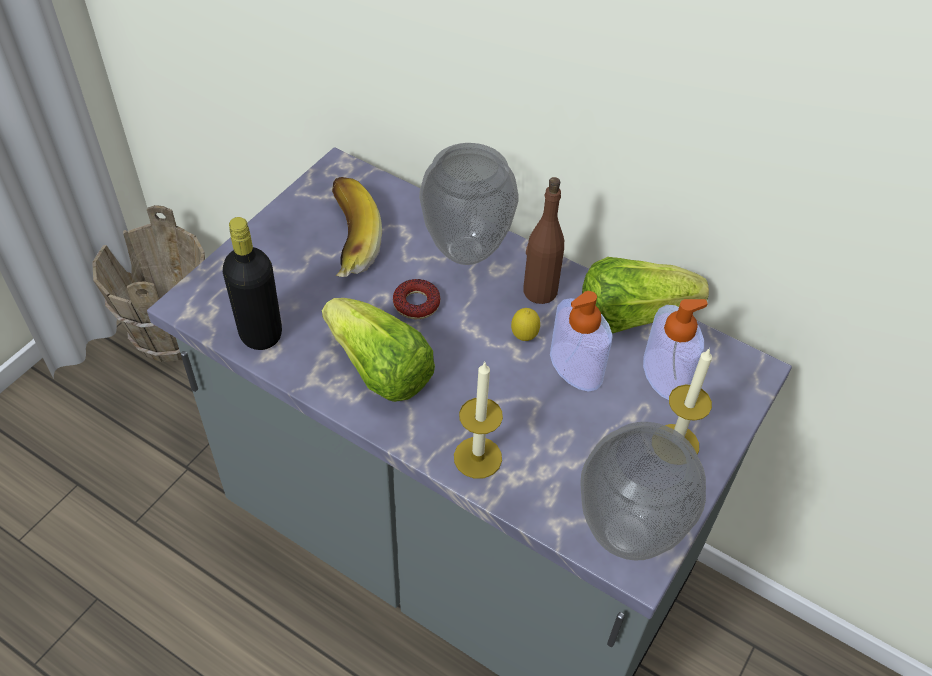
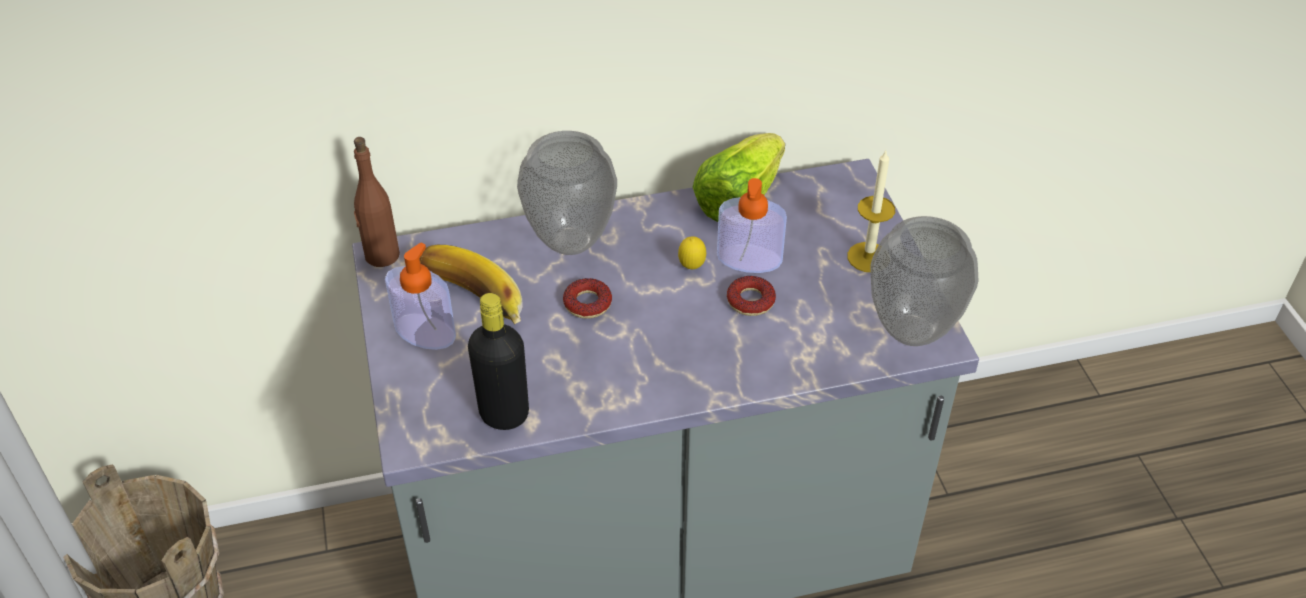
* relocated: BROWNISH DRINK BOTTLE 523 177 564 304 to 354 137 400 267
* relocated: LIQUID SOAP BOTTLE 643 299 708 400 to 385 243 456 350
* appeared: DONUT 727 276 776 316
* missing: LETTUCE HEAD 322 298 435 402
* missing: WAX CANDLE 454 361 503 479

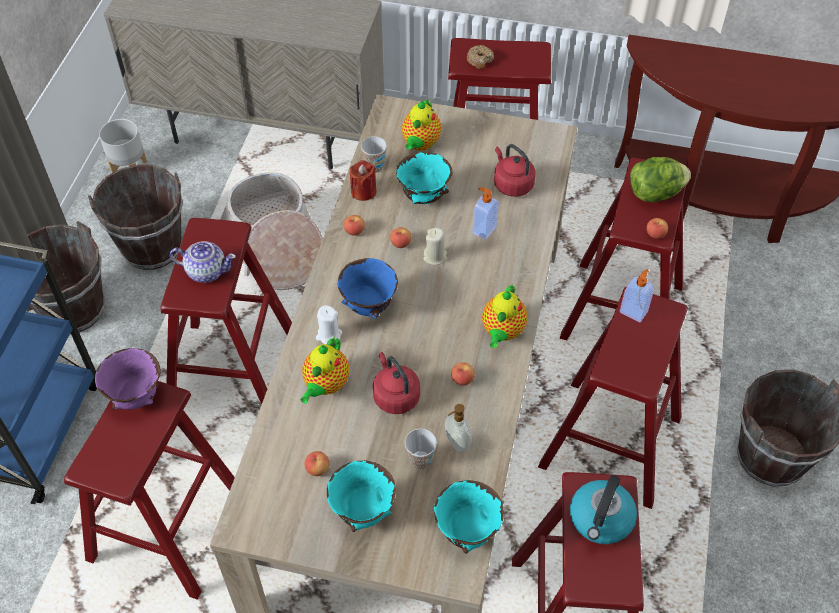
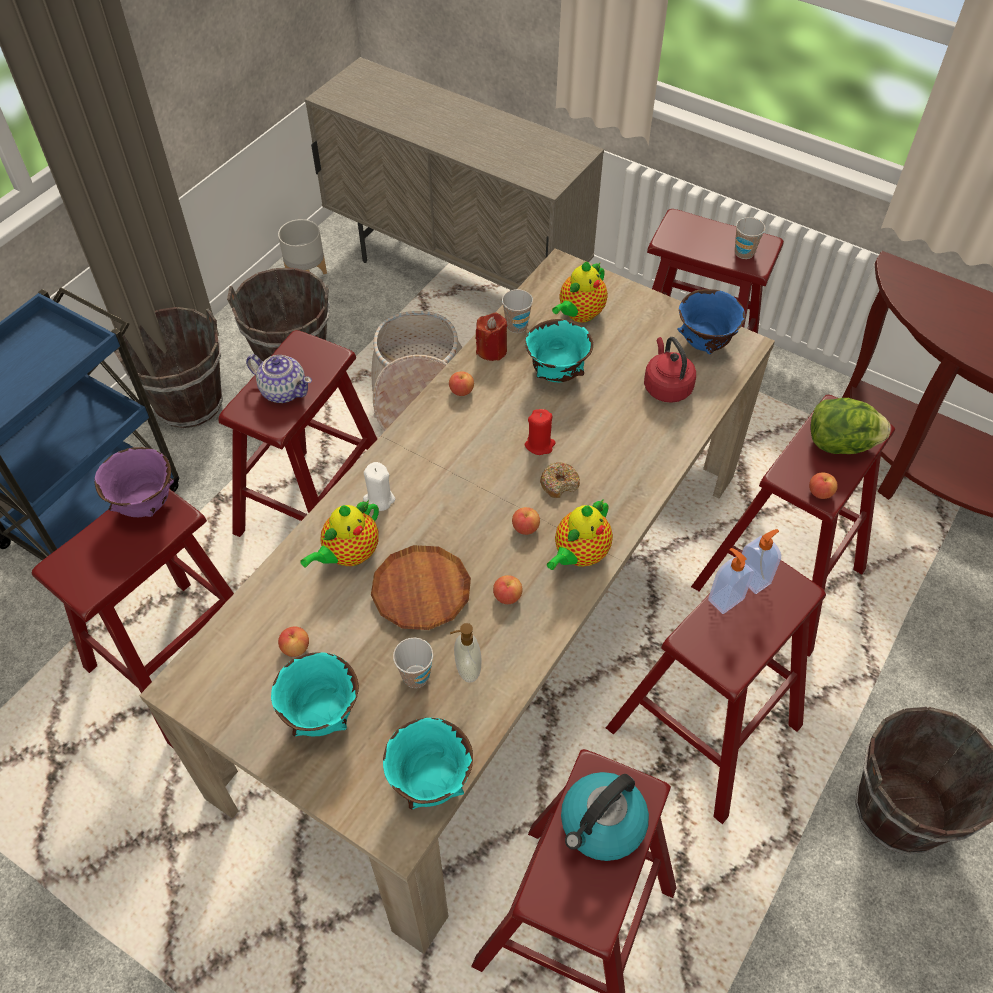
* exchanged: REDDISH KETTLE 373 352 420 414 to BROWNISH PLATE 371 545 471 630
* relocated: APPLE 390 227 412 248 to 512 507 540 535
* colour: BEIGE-COLOURED WAX CANDLE 424 227 447 265 to REDDISH WAX CANDLE 525 409 556 455
* relocated: DONUT 467 45 494 69 to 540 462 580 498
* relocated: BLUE-COLOURED BOWL 337 258 398 319 to 677 289 745 354
* relocated: LIQUID SOAP BOTTLE 472 188 499 240 to 708 548 754 614
* appeared: CUP 735 217 765 259

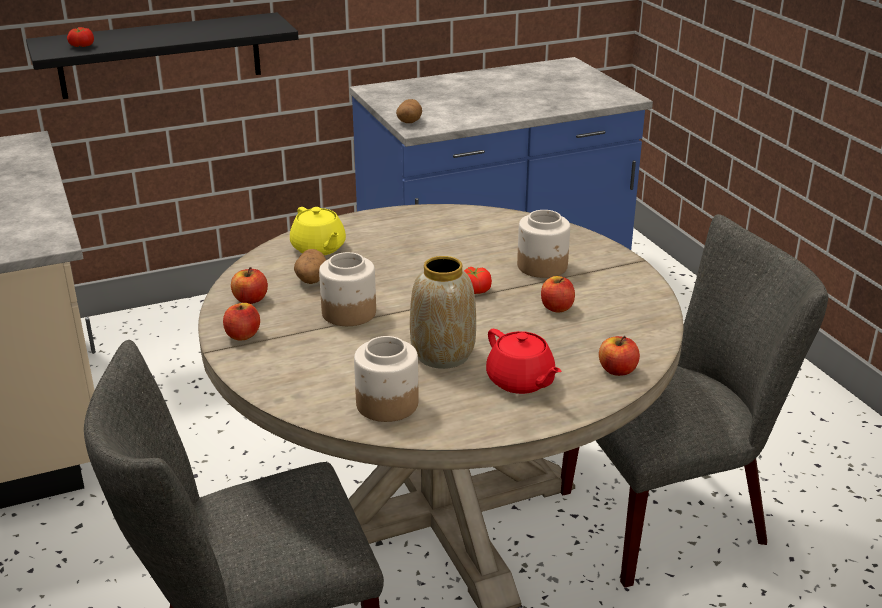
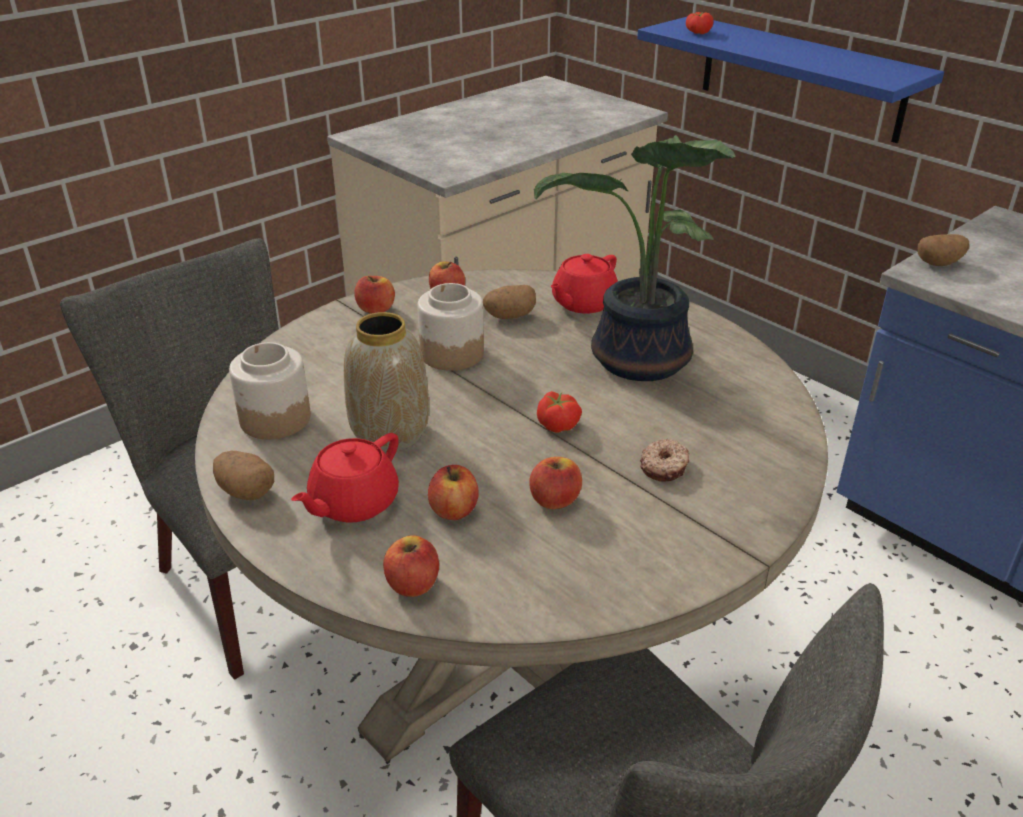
* appeared: POTATO 213 451 274 500
* appeared: APPLE 428 465 479 520
* appeared: POTTED PLANT 534 135 736 381
* colour: YELLOW TEA POT 290 207 346 255 to REDDISH TEA POT 550 254 618 314
* colour: BLACK SHELF 26 12 298 99 to BLUE-COLOURED SHELF 637 16 944 143
* exchanged: STORAGE JAR 517 210 570 278 to DONUT 640 439 689 482

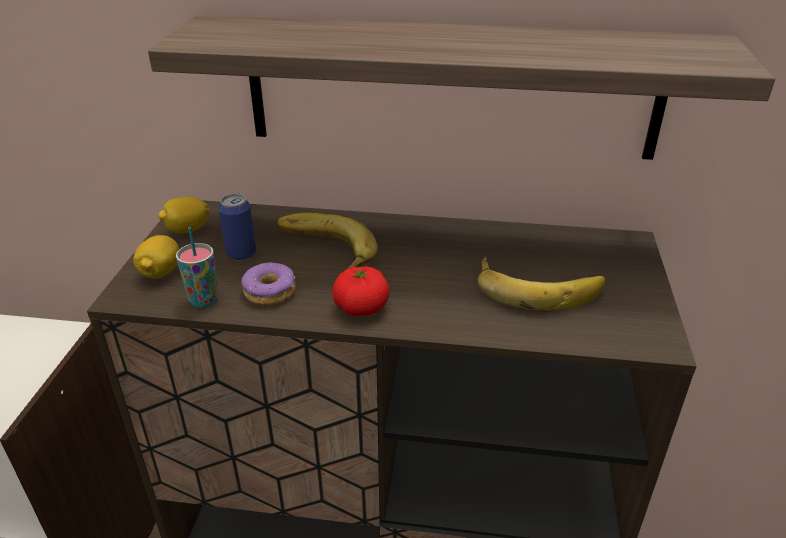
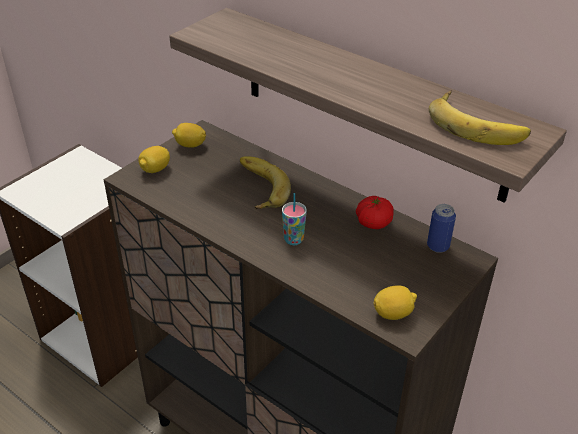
* relocated: CUP 176 227 218 308 to 282 193 307 245
* relocated: TOMATO 332 266 390 316 to 356 196 394 229
* appeared: LEMON 373 285 417 320
* relocated: CAN 219 193 256 261 to 427 204 456 253
* relocated: WHOLE BANANA 478 256 606 310 to 429 91 531 145
* missing: DONUT 241 262 296 305

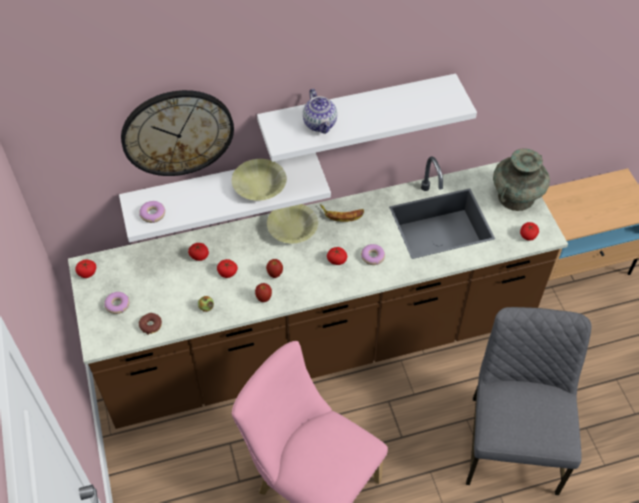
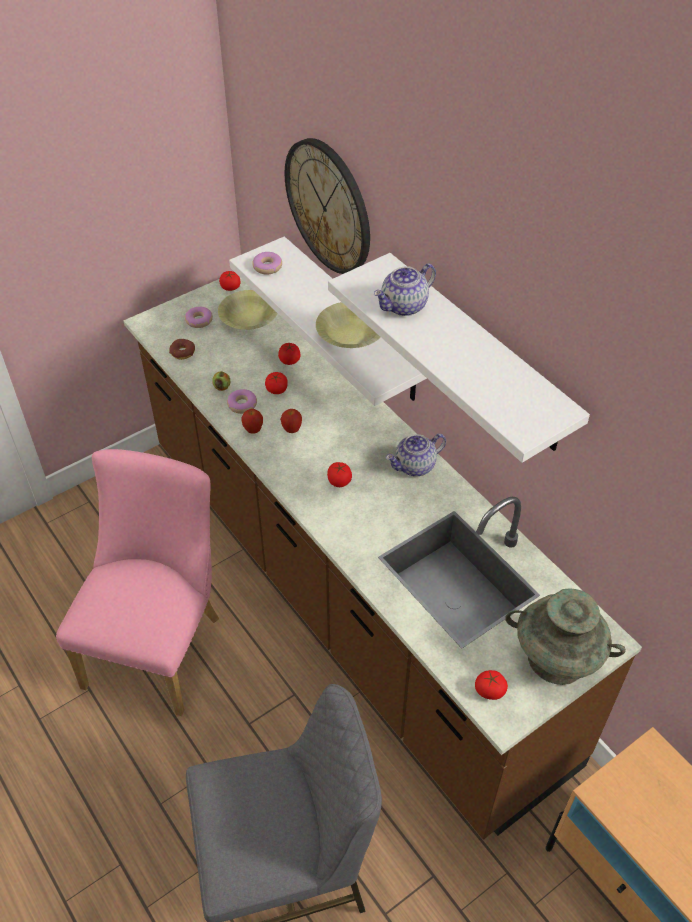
* relocated: YELLOW BOWL 267 204 318 243 to 218 290 278 330
* relocated: DONUT 361 244 385 265 to 227 389 257 414
* exchanged: WHOLE BANANA 320 204 364 222 to TEA POT 386 434 446 476

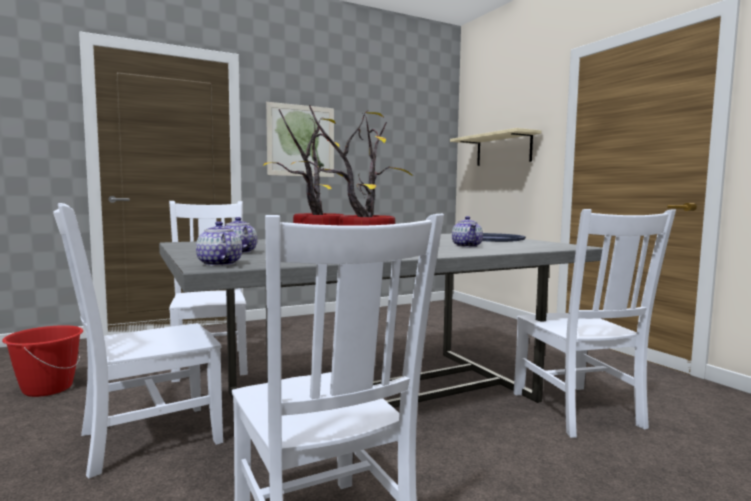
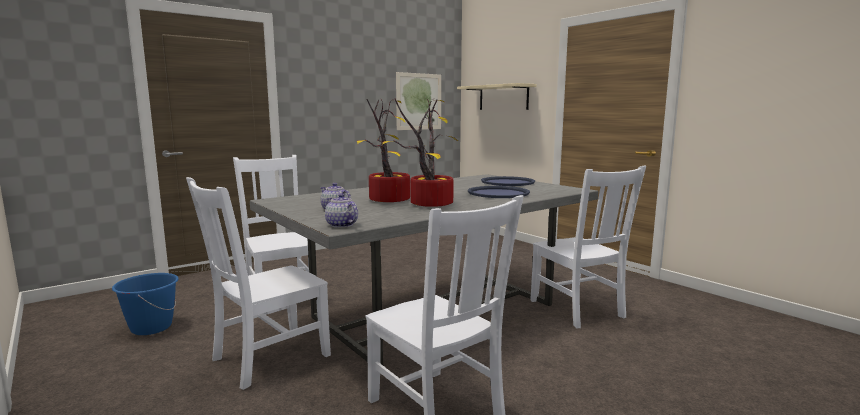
* colour: REDDISH BUCKET 2 325 83 397 to BLUE-COLOURED BUCKET 112 273 179 335
* relocated: WALL ART 266 102 334 177 to 396 72 441 130
* exchanged: TEA POT 452 216 483 247 to BLUE-COLOURED TRAY 468 186 530 198

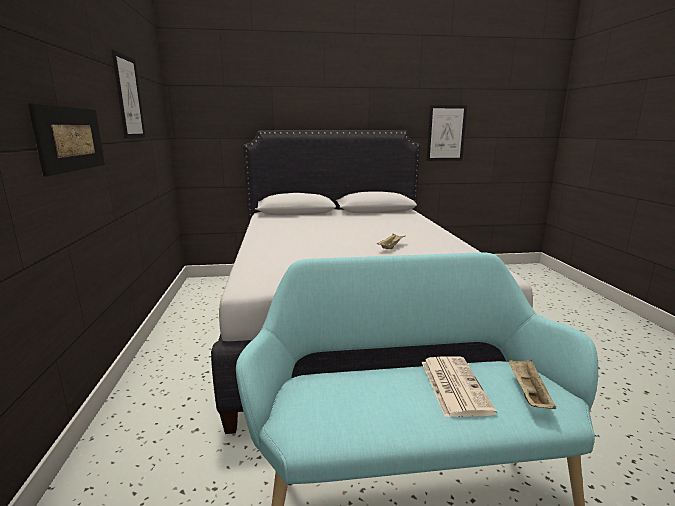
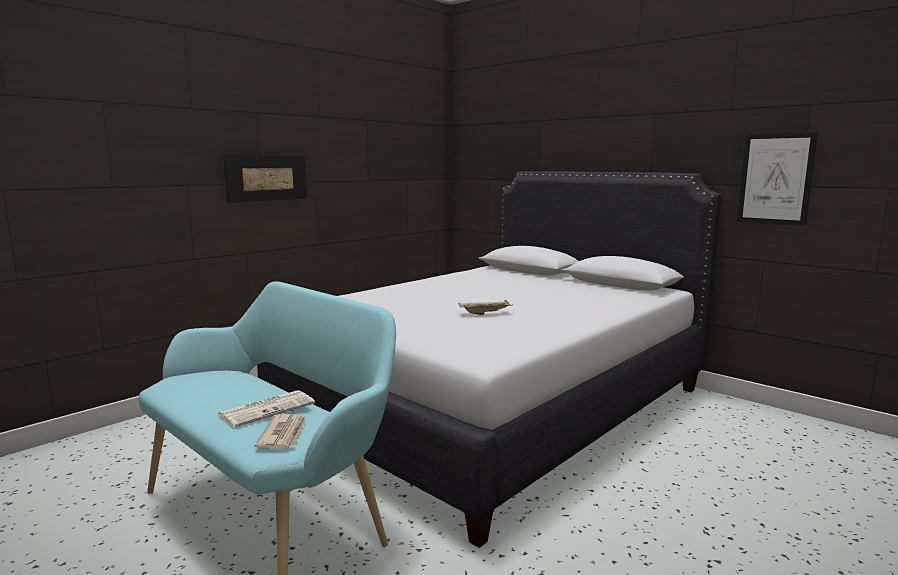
* exchanged: BEIGE-COLOURED TRAY 508 359 556 409 to DAILY PAPER 254 414 306 448
* missing: WALL ART 112 50 146 139

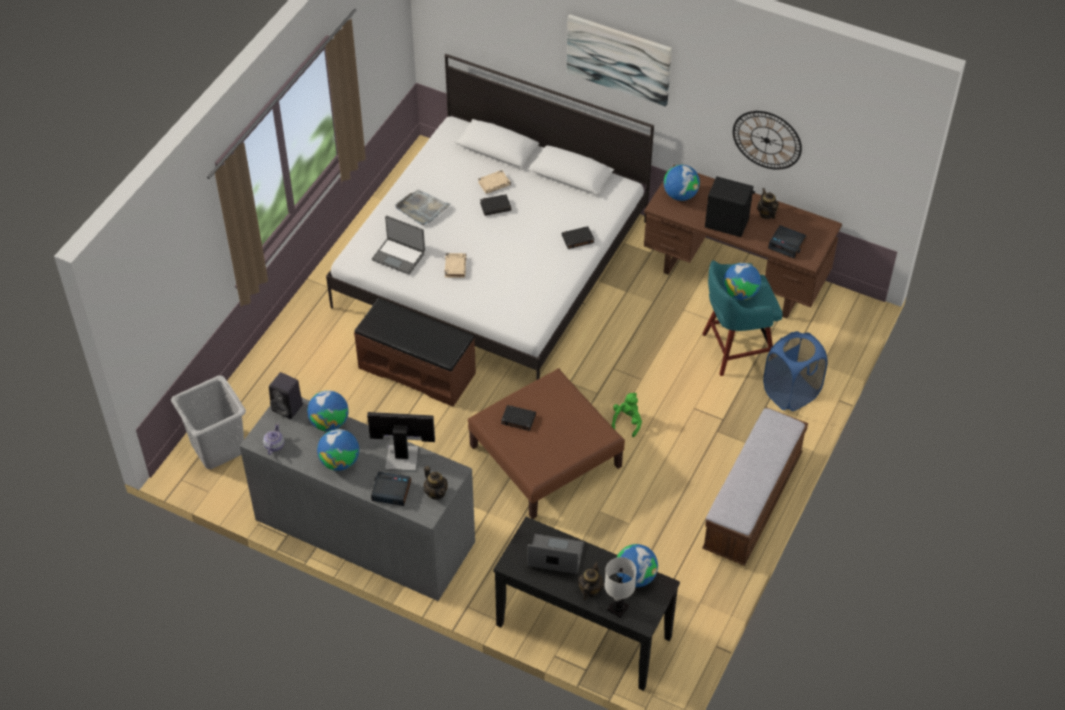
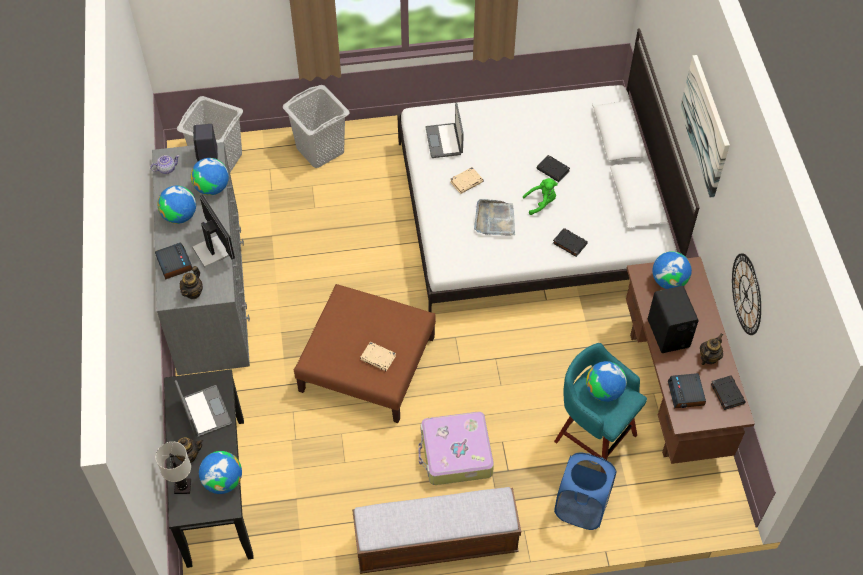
* appeared: GREYISH WASHING BASKET 283 85 350 168
* relocated: BEIGE-COLOURED BOOK 478 170 511 194 to 360 342 396 371
* appeared: PIECE OF LUGGAGE 418 412 494 485
* relocated: GREYISH TRAY 395 190 451 225 to 474 199 515 235
* relocated: GREEN-COLOURED SOFT TOY 612 393 642 437 to 523 178 558 215
* relocated: BLACK BOOK 501 405 536 431 to 711 375 746 410
* missing: BROWNISH INDOOR BENCH 354 298 476 407

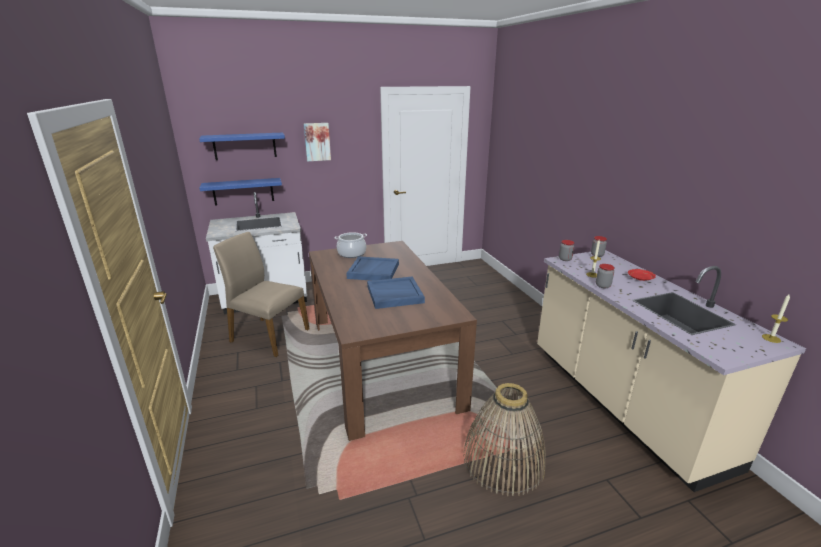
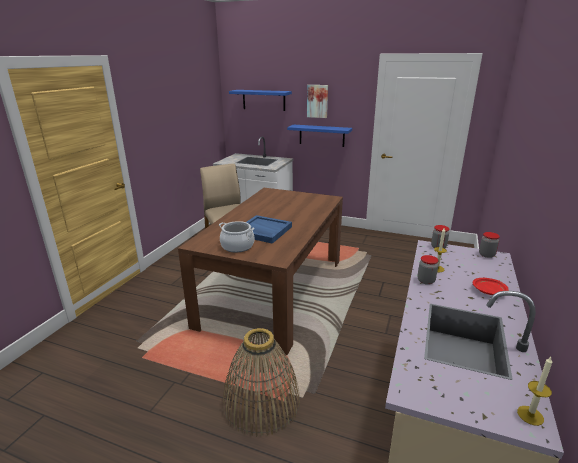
* relocated: SAUCEPOT 334 232 367 258 to 219 221 254 252
* relocated: BLUE-COLOURED SHELF 200 178 282 206 to 287 124 352 147
* missing: BLUE-COLOURED TRAY 346 256 399 281

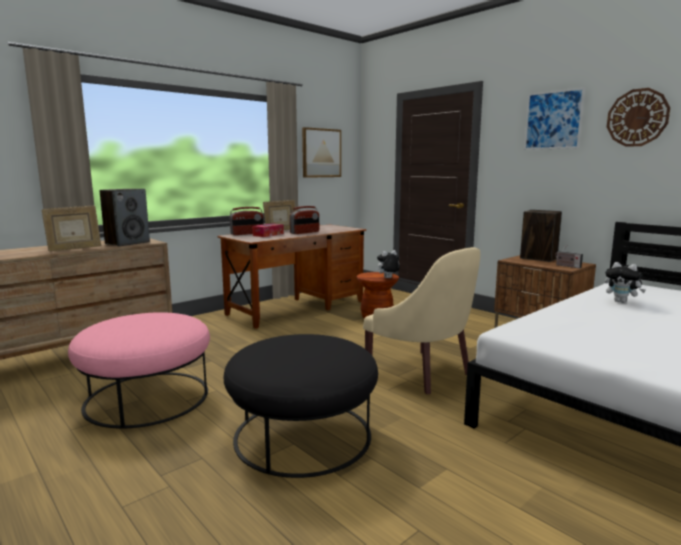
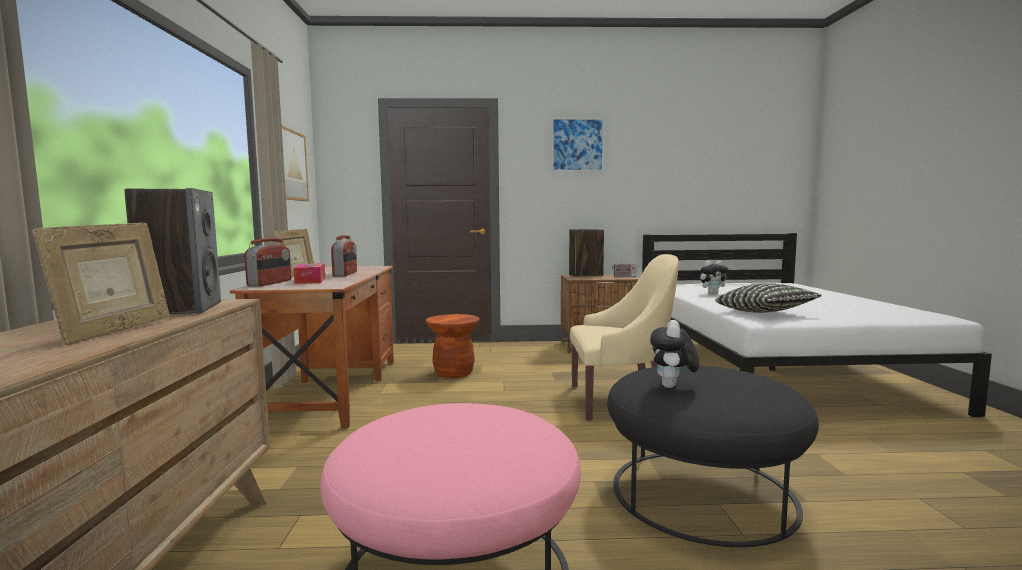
* relocated: SOFT TOY 376 250 400 278 to 650 320 700 388
* appeared: THROW PILLOW 715 283 822 313
* missing: CLOCK ON THE WALL 607 88 670 147

